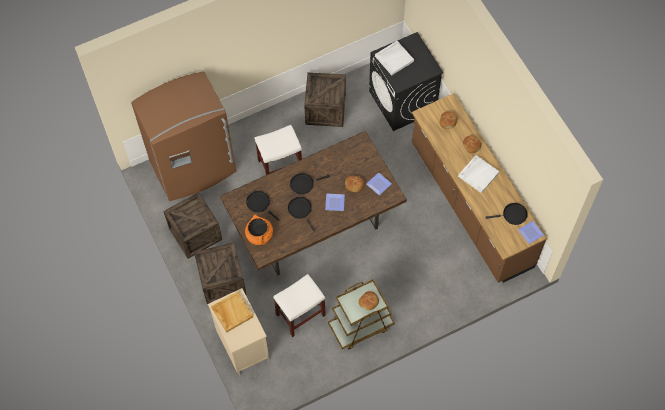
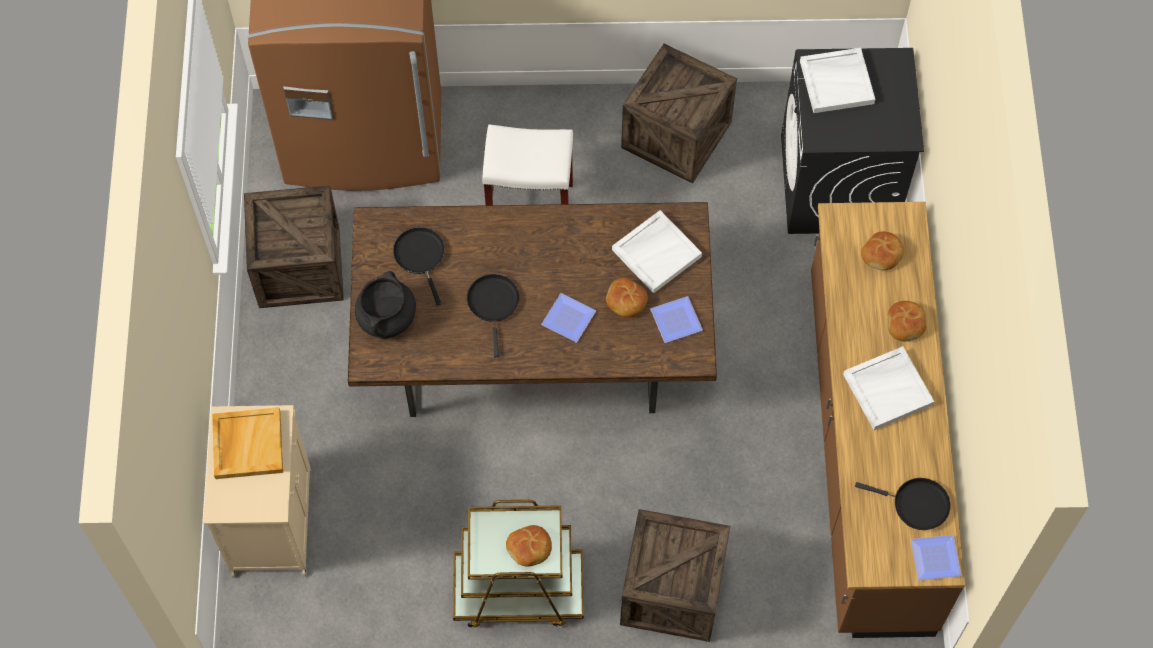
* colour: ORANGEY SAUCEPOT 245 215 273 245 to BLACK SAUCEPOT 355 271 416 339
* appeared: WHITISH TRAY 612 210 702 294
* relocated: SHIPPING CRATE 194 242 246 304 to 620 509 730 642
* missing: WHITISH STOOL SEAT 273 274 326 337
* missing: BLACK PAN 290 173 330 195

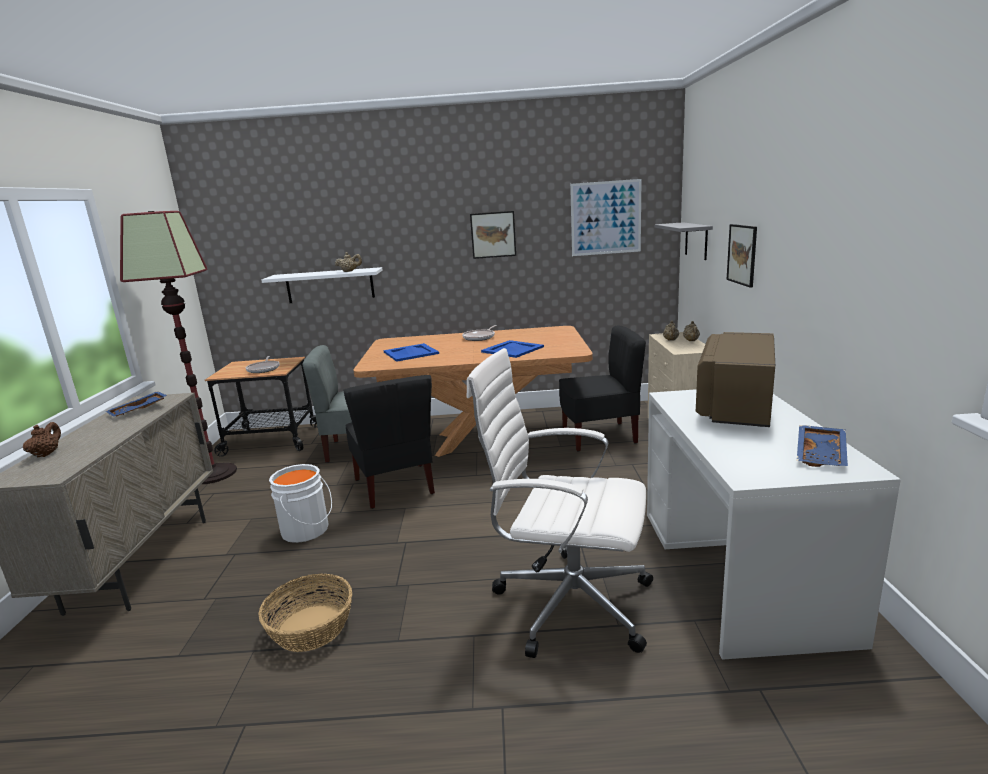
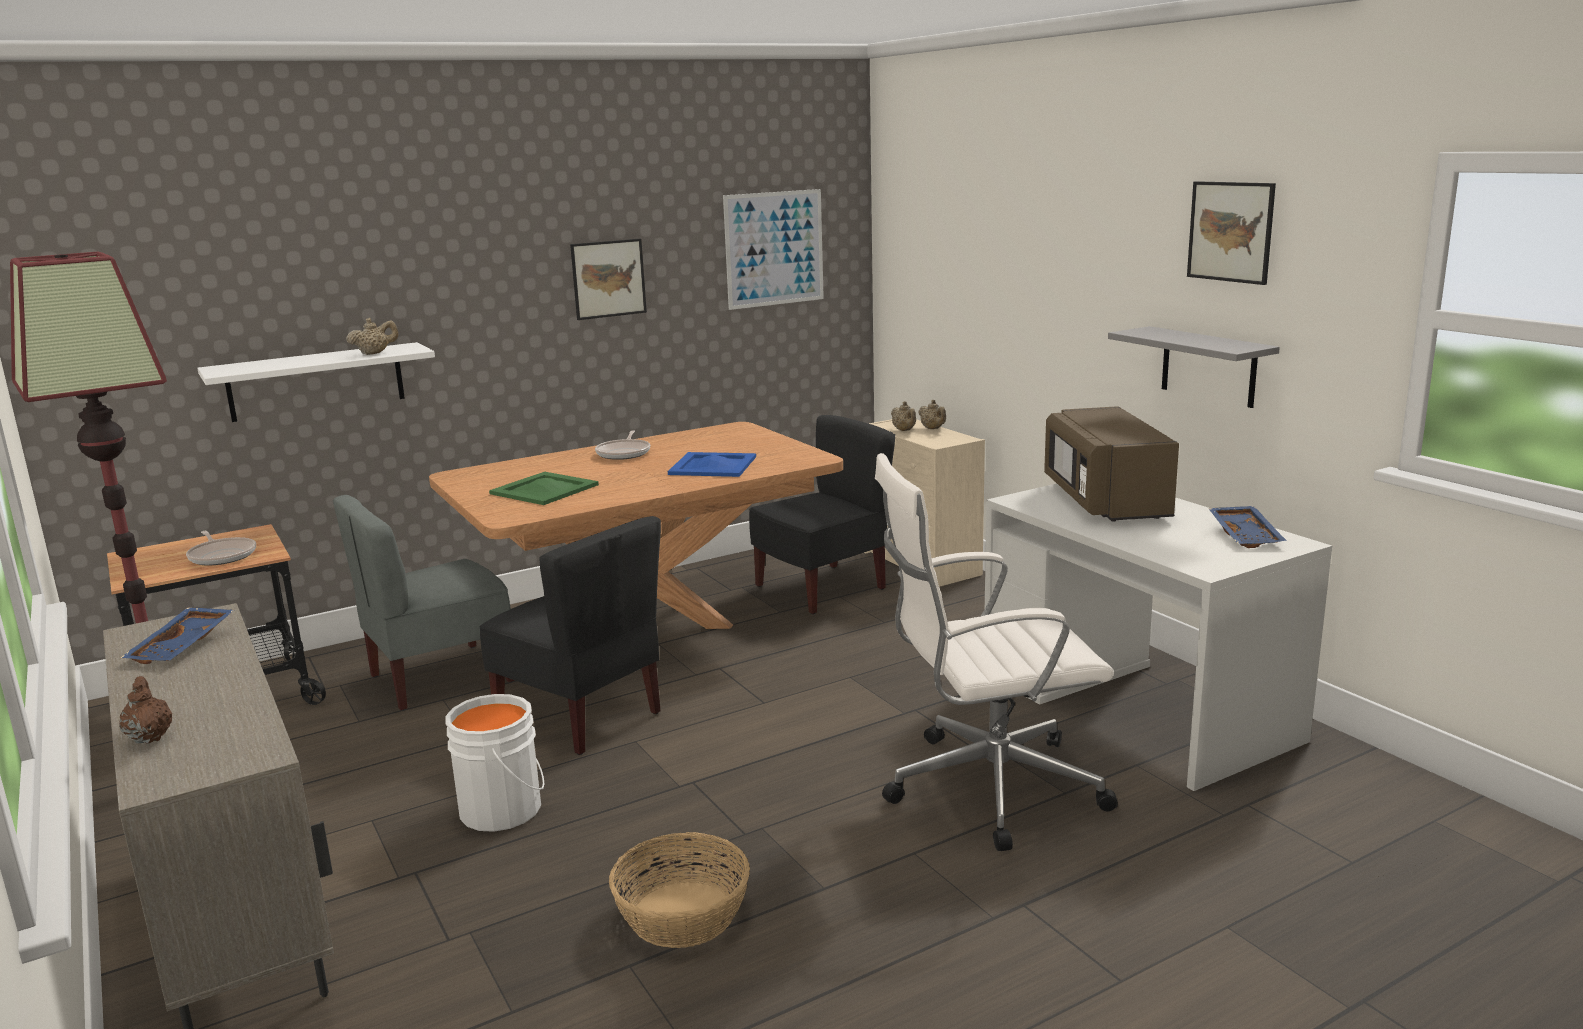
* colour: BLUE-COLOURED TRAY 384 343 439 362 to GREEN-COLOURED TRAY 489 472 599 505
* relocated: GREYISH SHELF 655 222 713 260 to 1108 326 1280 408
* relocated: WALL ART 727 224 757 288 to 1187 181 1276 285

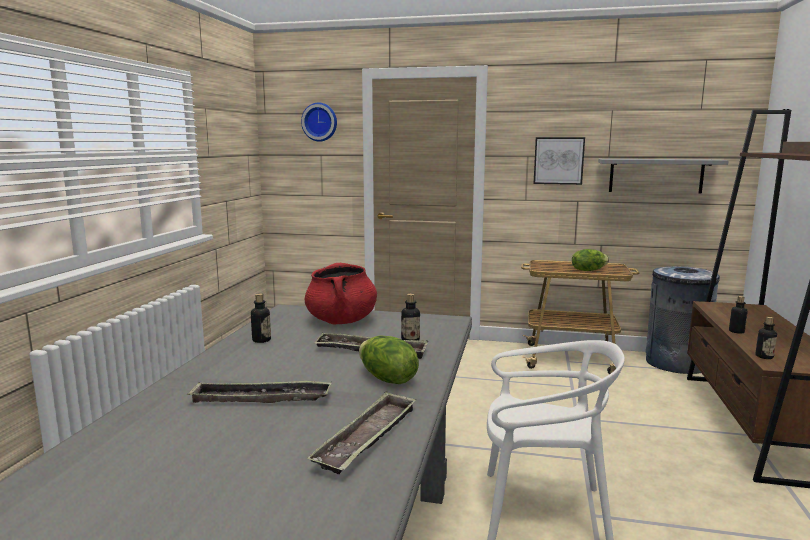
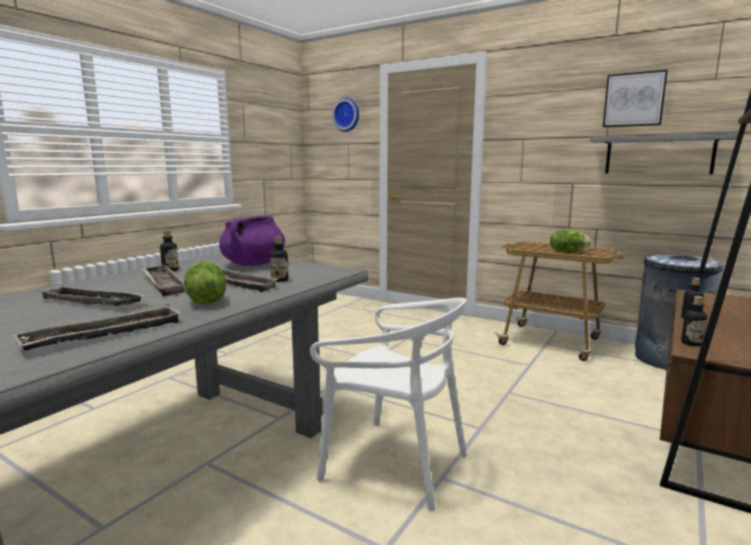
* appeared: TRAY 141 265 184 296
* colour: REDDISH SAUCEPOT 305 263 377 325 to PURPLISH SAUCEPOT 219 215 285 266
* relocated: WALL ART 533 137 585 185 to 603 70 668 127

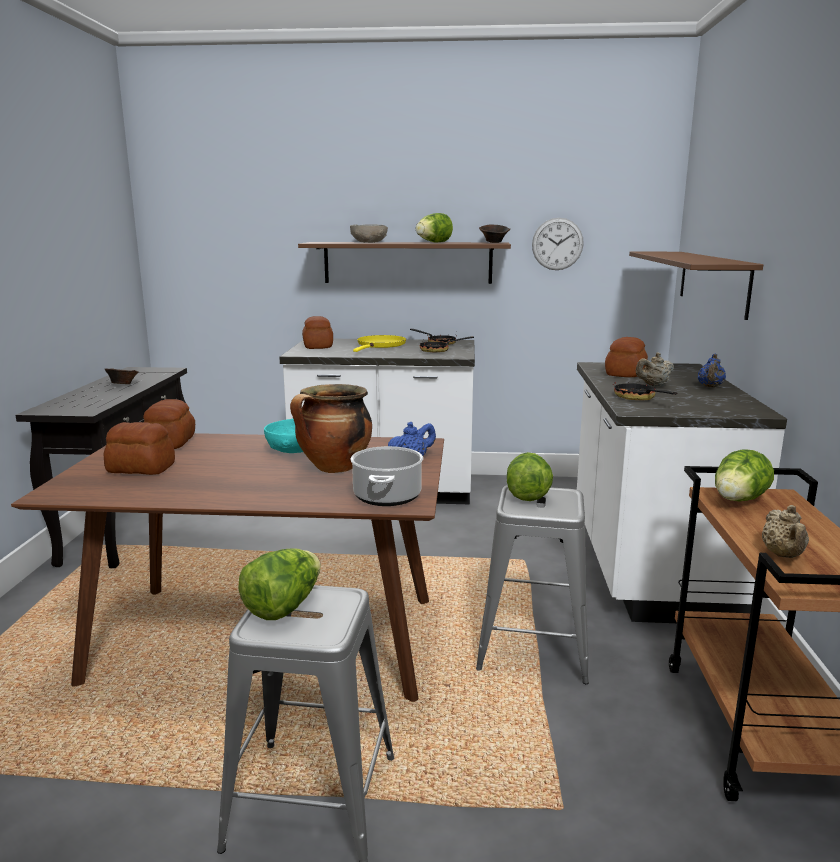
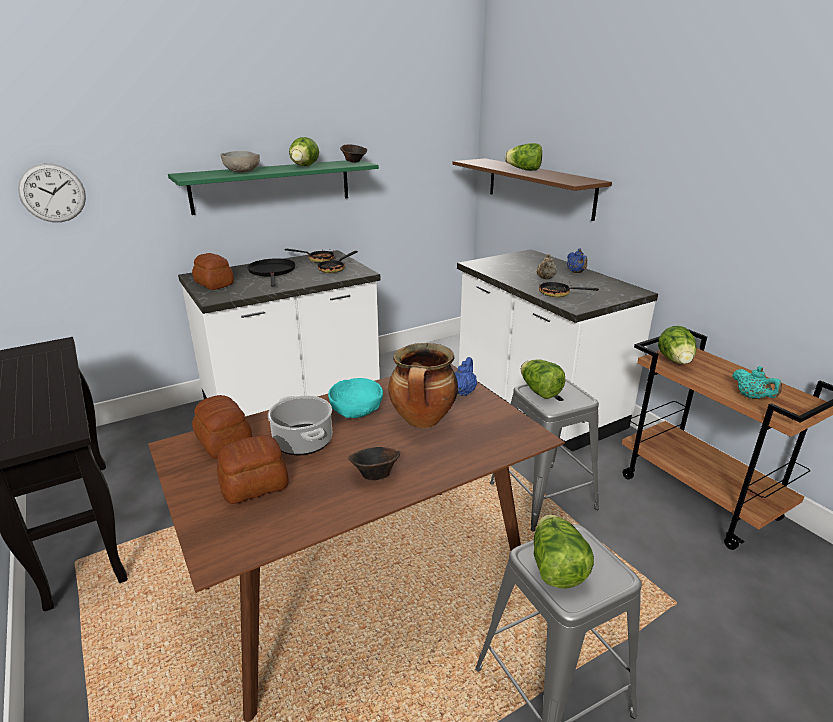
* relocated: CLOCK ON THE WALL 532 218 584 270 to 18 163 86 222
* colour: BROWNISH SHELF 298 242 511 284 to GREEN-COLOURED SHELF 168 160 379 215
* colour: YELLOW PAN 353 335 406 352 to BLACK PAN 247 258 295 287
* relocated: SAUCEPOT 350 446 423 506 to 268 396 332 455
* relocated: BROWNISH BOWL 104 368 139 384 to 348 447 400 481
* appeared: LETTUCE HEAD 505 143 542 171
* colour: BEIGE-COLOURED TEA POT 762 505 809 558 to BLUE-GREEN TEA POT 732 366 782 399
* missing: BAKED BREAD 605 337 648 377

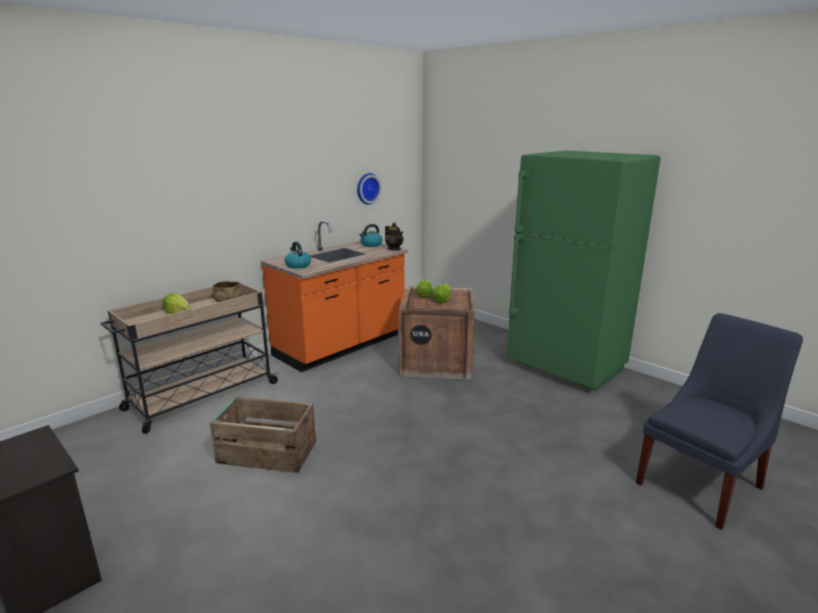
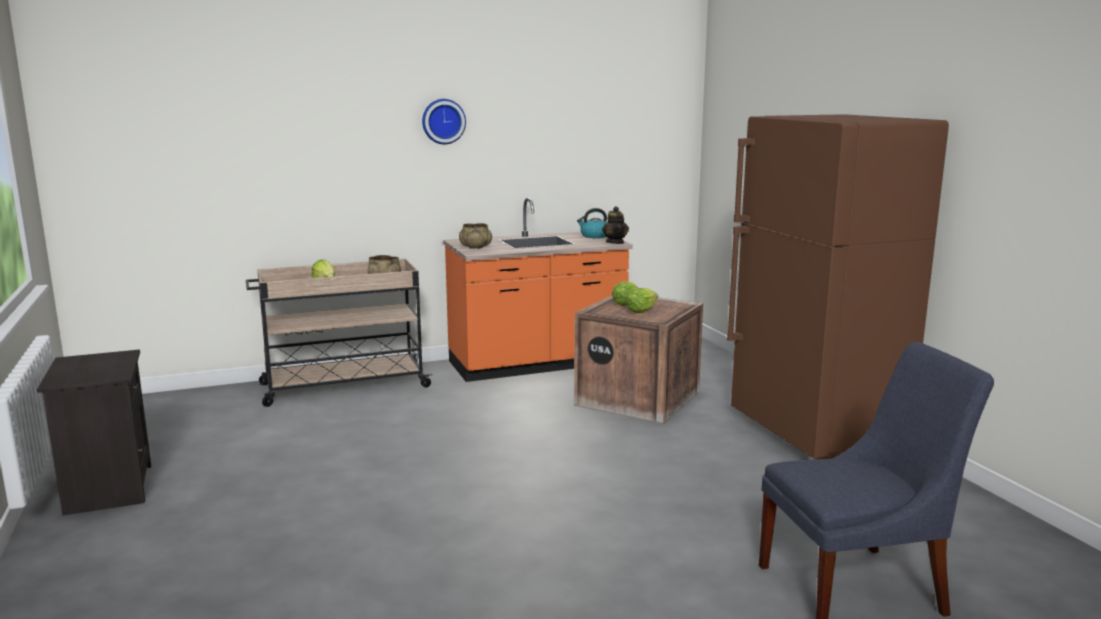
* relocated: CLOCK ON THE WALL 357 173 381 205 to 422 99 466 144
* exchanged: KETTLE 285 242 311 269 to BEIGE-COLOURED BOWL 459 223 492 249
* colour: GREEN-COLOURED FRIDGE 507 151 661 391 to BROWNISH FRIDGE 727 114 949 459
* missing: SHIPPING CRATE 210 397 316 473

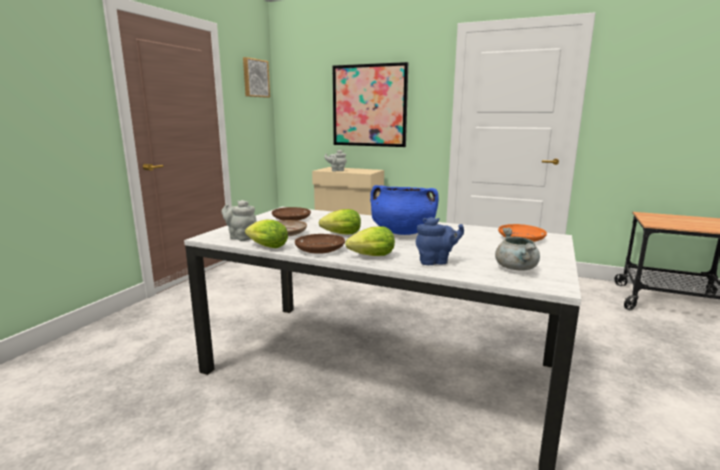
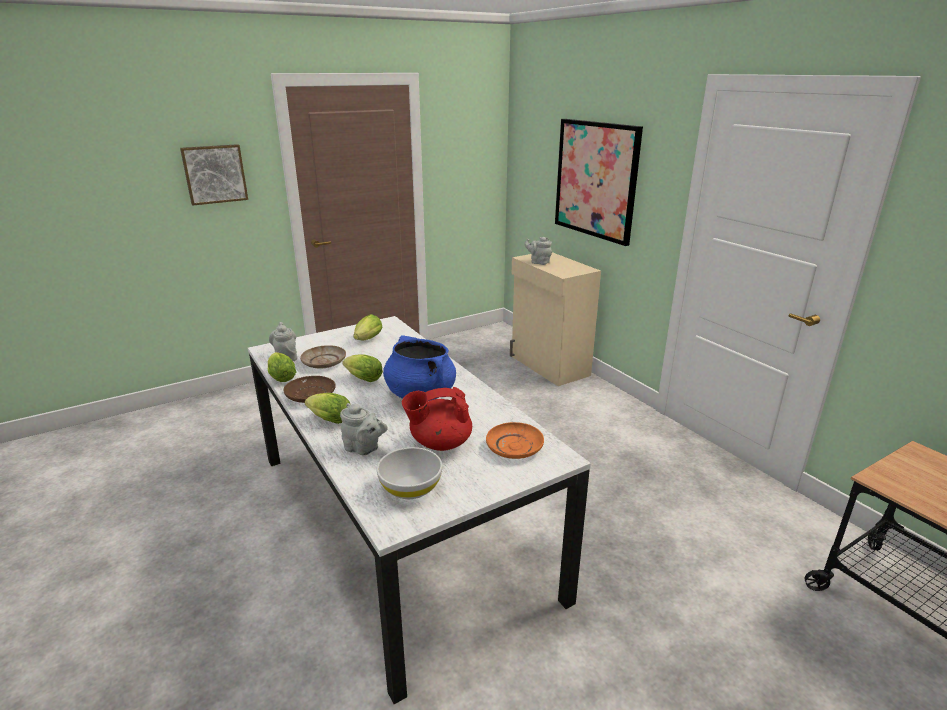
* relocated: WALL ART 243 57 270 98 to 180 144 248 205
* colour: BLUE-COLOURED TEA POT 416 217 464 265 to GREYISH TEA POT 340 403 388 455
* exchanged: BROWNISH PLATE 272 207 311 221 to LETTUCE HEAD 353 314 382 340
* exchanged: GREYISH SAUCEPOT 495 228 540 271 to WHITISH BOWL 377 447 442 499
* appeared: REDDISH TEA POT 402 387 472 451

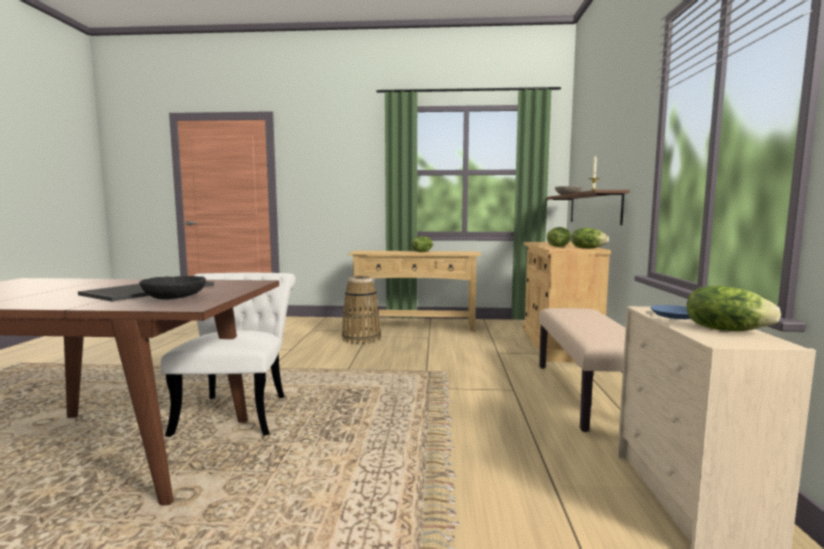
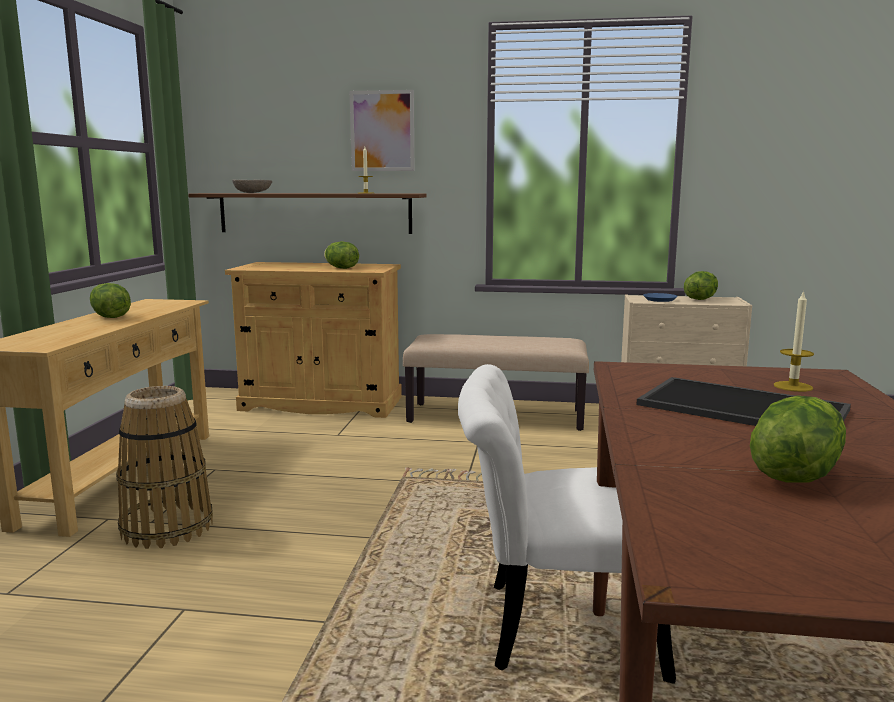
* appeared: WALL ART 350 90 414 171
* relocated: LETTUCE HEAD 571 228 609 249 to 750 396 846 483
* exchanged: BLACK BOWL 139 276 206 300 to WAX CANDLE 774 290 814 392

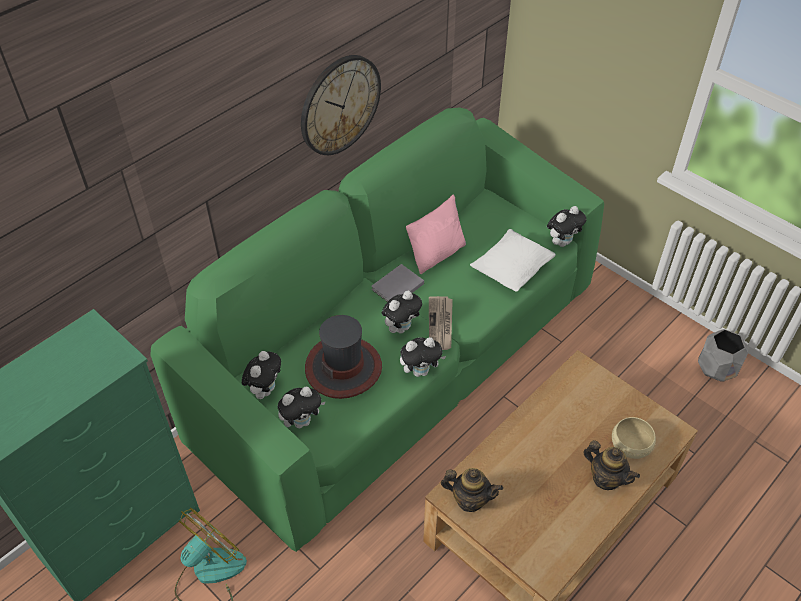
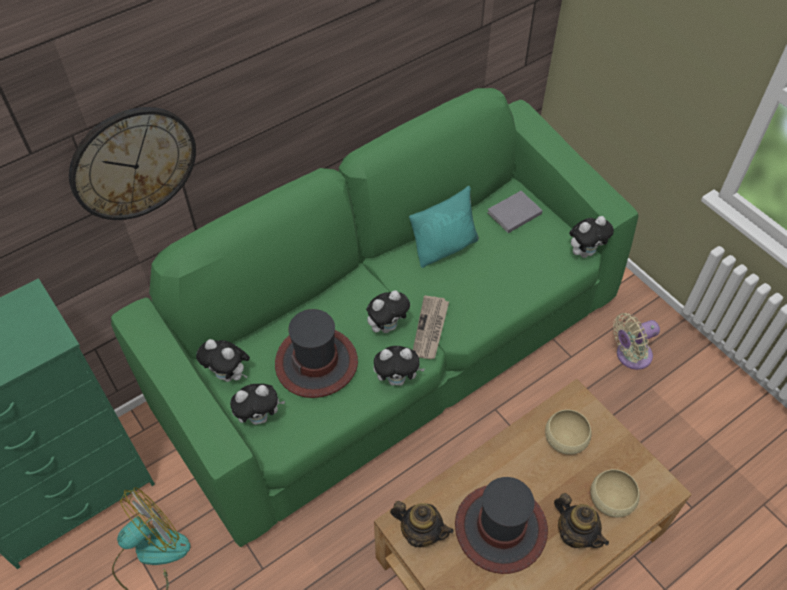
* relocated: CLOCK ON THE WALL 301 55 381 155 to 69 107 196 220
* spun: SOFT TOY 242 351 281 399 = 196 339 250 382 90 degrees clockwise
* colour: PINKISH THROW PILLOW 406 195 466 274 to BLUE-GREEN THROW PILLOW 409 186 479 268
* appeared: HAT 455 477 548 574
* relocated: GREYISH BOOK 371 264 424 302 to 487 191 543 233
* appeared: BEIGE-COLOURED BOWL 545 410 592 455
* appeared: BEIGE-COLOURED ELECTRIC FAN 613 313 660 370
* missing: WHITISH THROW PILLOW 470 229 556 292
* missing: GREYISH PLANTER 698 329 748 382

